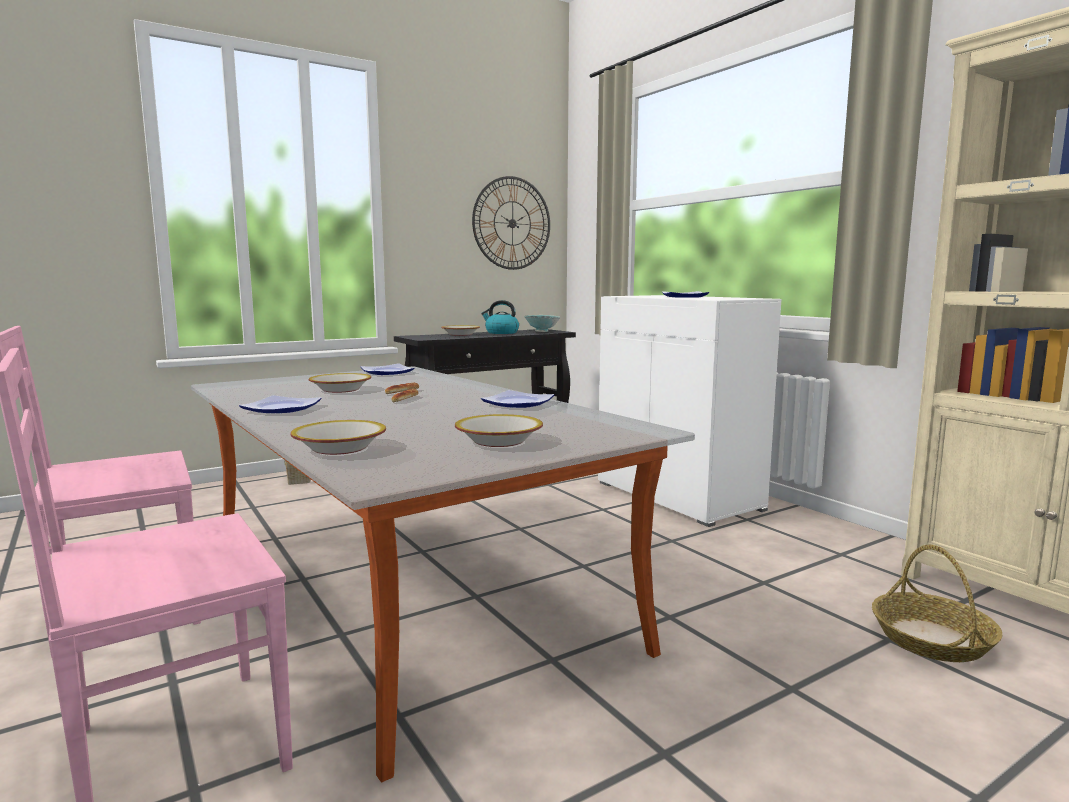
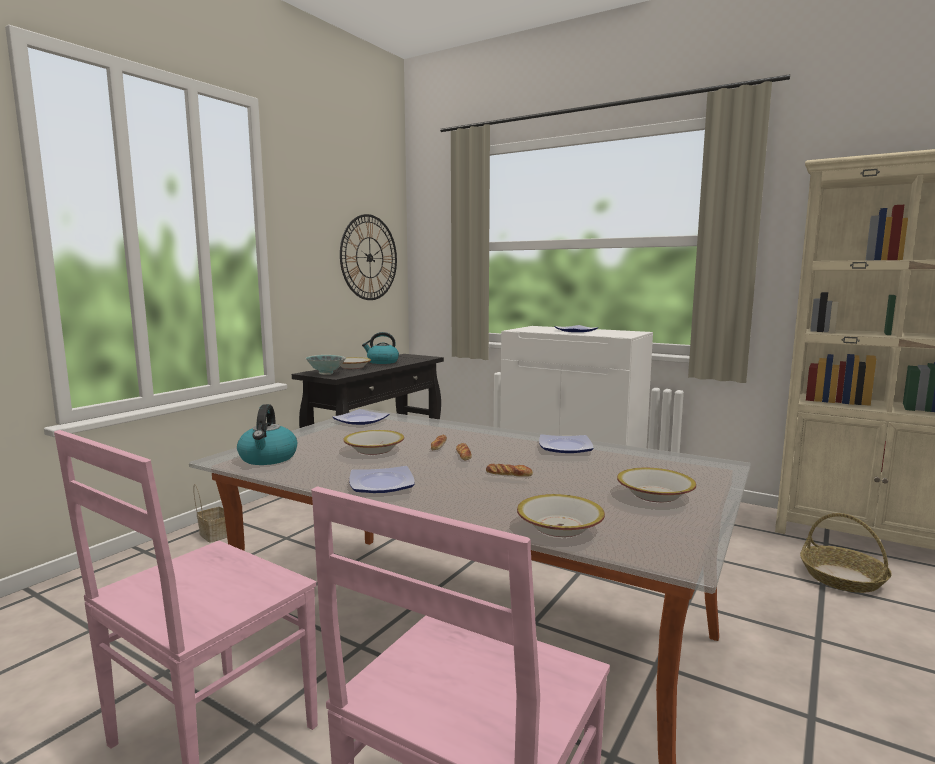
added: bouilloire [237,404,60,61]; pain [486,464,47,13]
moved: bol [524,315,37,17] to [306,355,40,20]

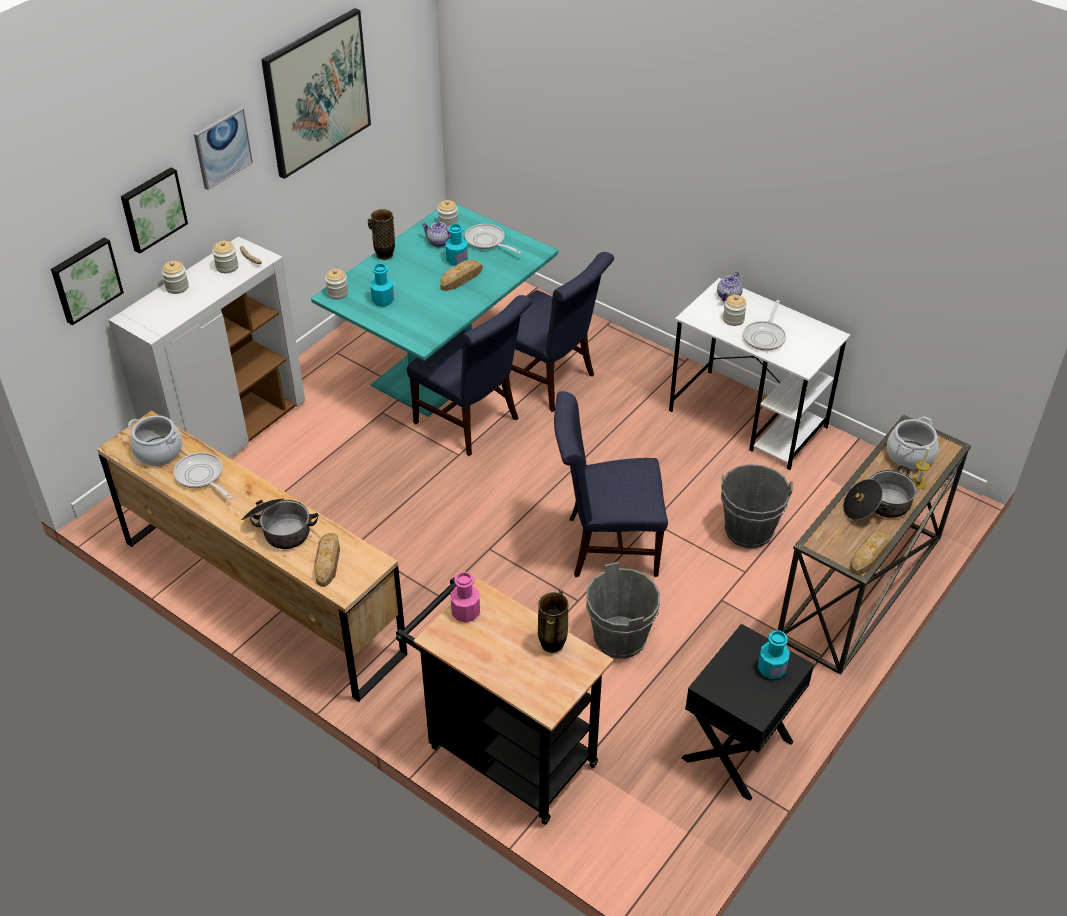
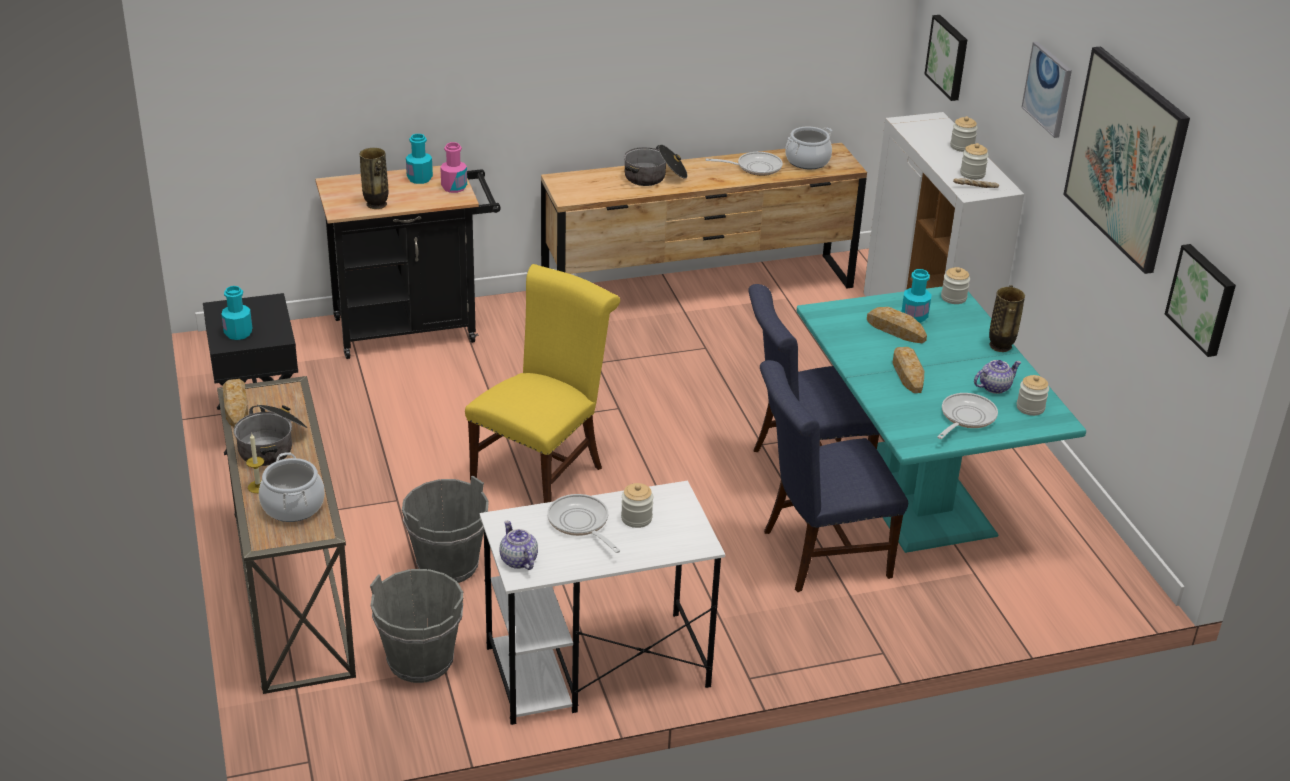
moved: seau (gris) [586,562,74,97] to [370,569,93,114]; bouteille (turquoise) [446,224,22,42] to [406,134,27,50]; théière [717,272,26,29] to [499,520,39,50]; pain [314,533,26,54] to [867,307,60,36]; tableau [121,167,67,87] to [1165,244,71,113]
recoloured: chaise (bleu) [554,391,114,186] to chaise (jaune) [465,264,155,239]
turned: poêle [465,224,57,30] = [938,393,60,46] 45 degrees counterclockwise

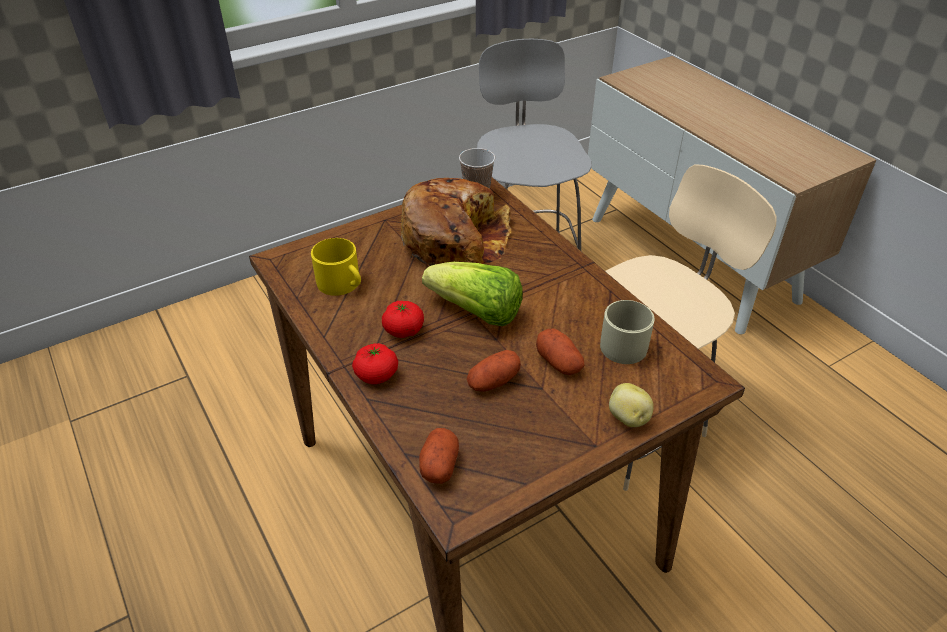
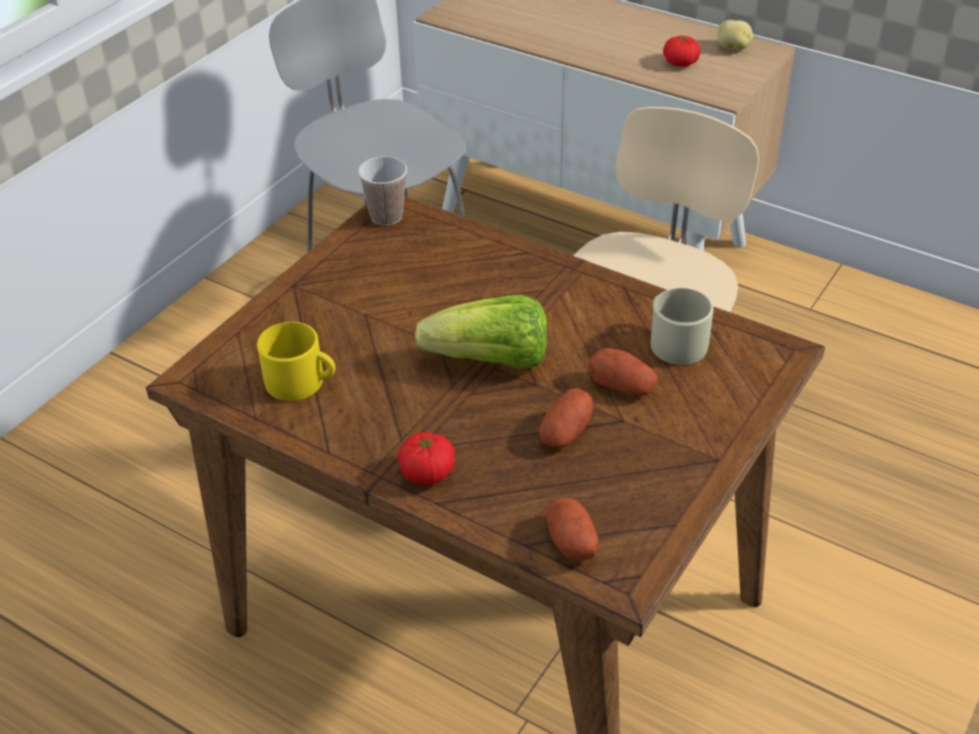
removed: pain [401,178,110,88]
moved: tomate [382,301,42,37] to [663,36,37,31]; pomme de terre [609,383,45,44] to [717,20,36,30]

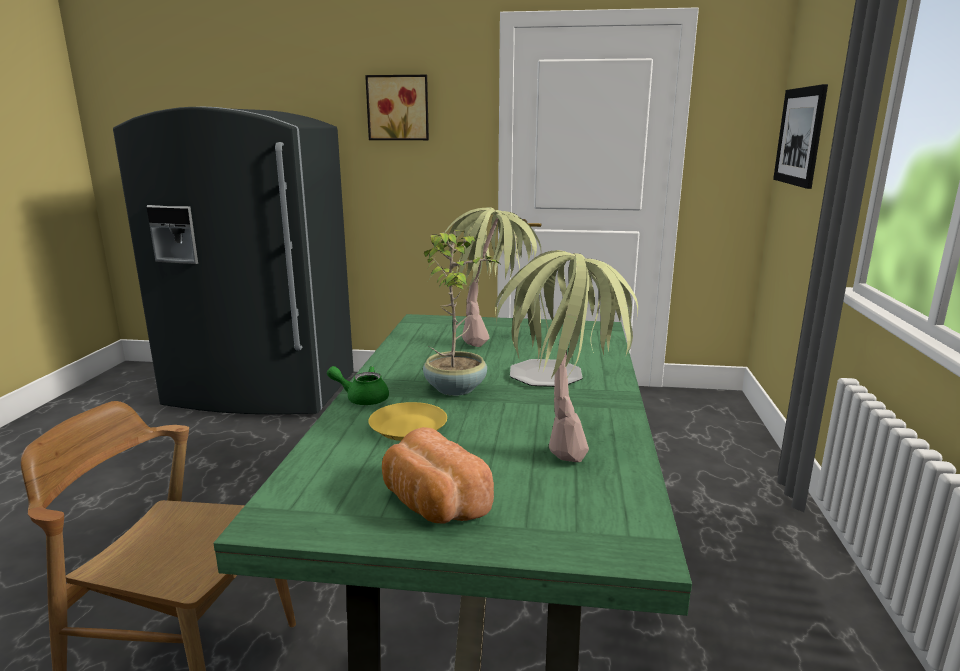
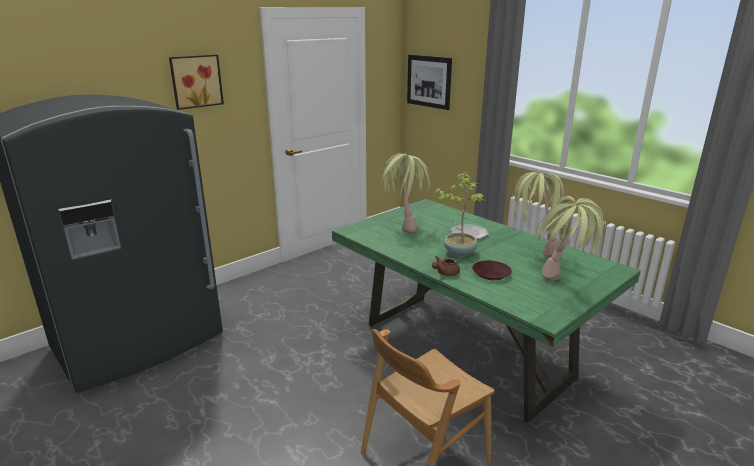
replaced: pain [382,427,112,97] to plante en pot [536,196,69,85]
recoloured: théière (vert) [327,366,62,39] to théière (marron) [432,256,28,20]; assiette (jaune) [368,402,79,39] to assiette (marron) [472,260,40,20]

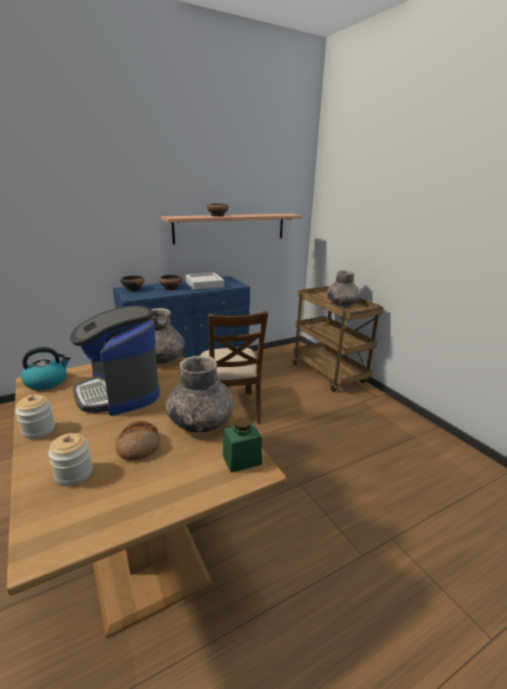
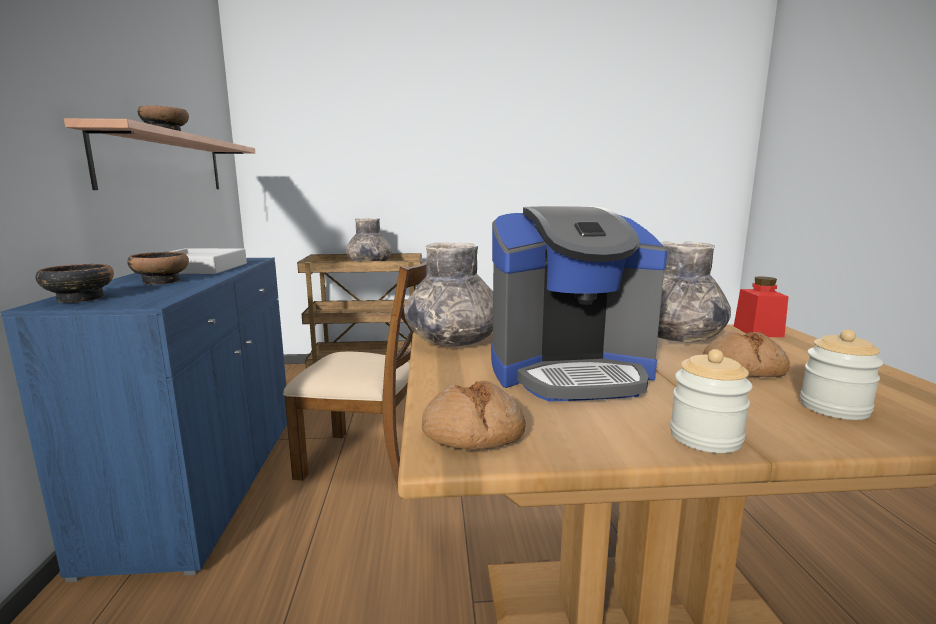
replaced: bouilloire [21,347,50,43] to pain [422,381,104,69]
recoloured: bocal (vert) [223,417,39,56] to bocal (rouge) [734,276,54,61]

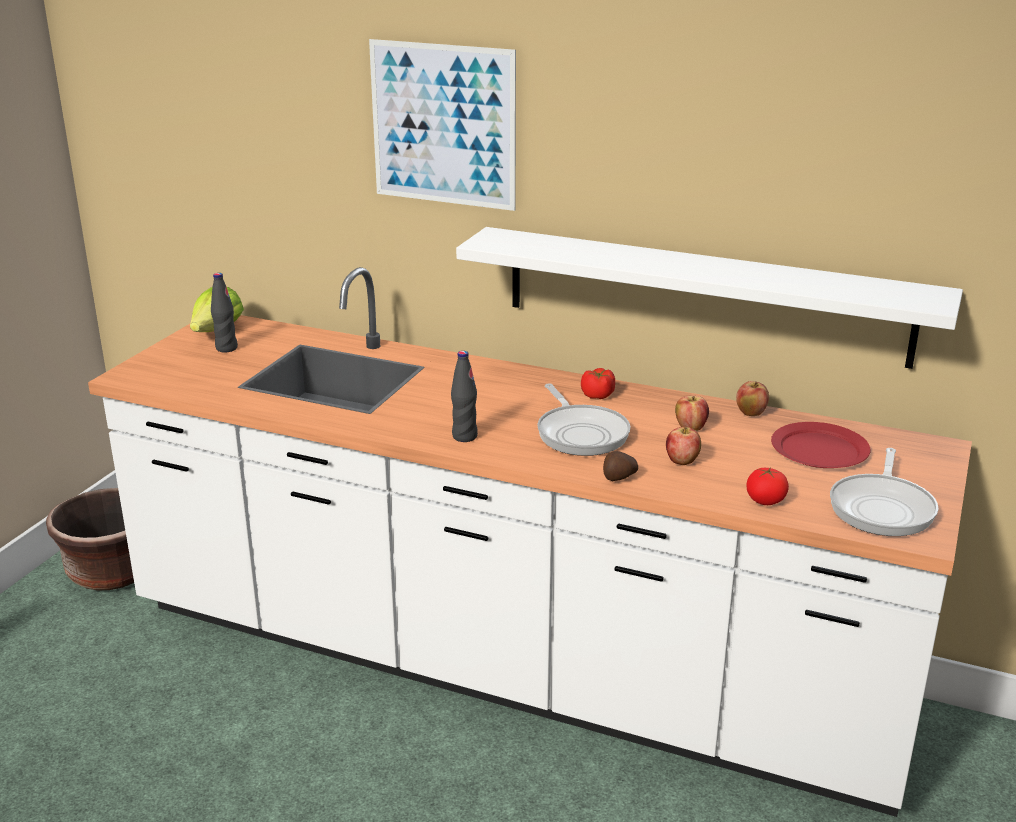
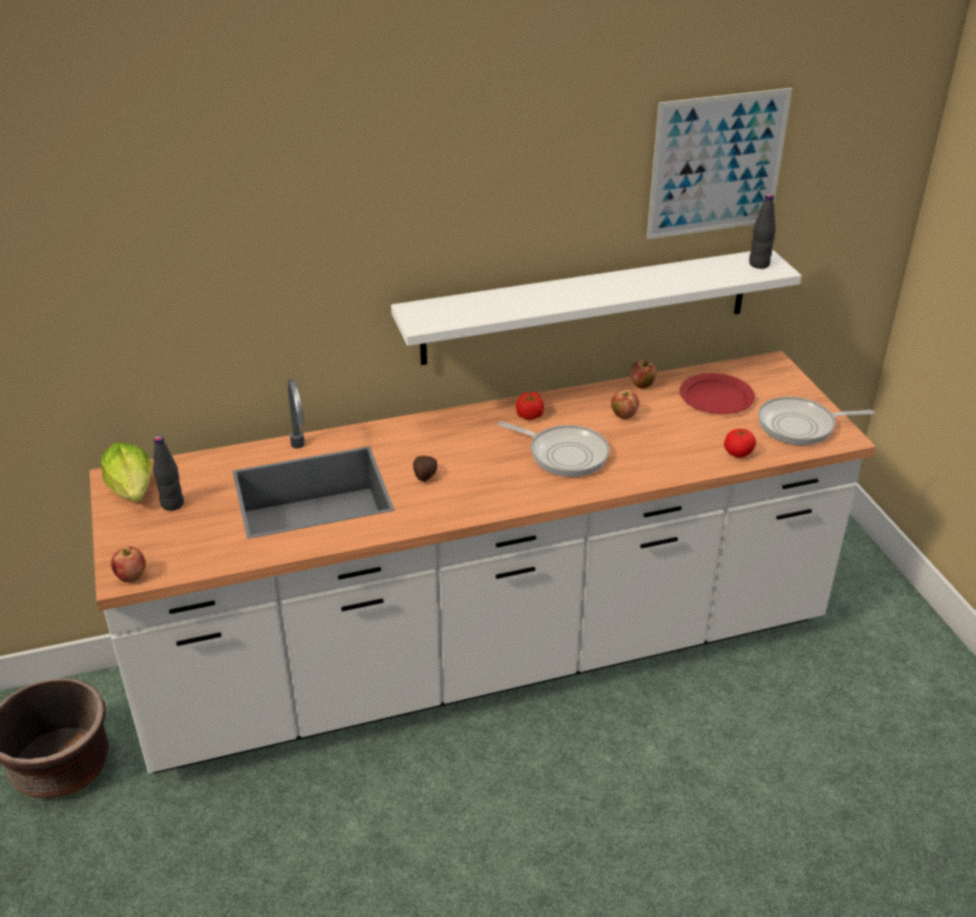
moved: pomme [666,427,35,38] to [111,546,35,36]; pomme de terre [603,451,35,31] to [413,456,24,25]; tableau [369,39,147,172] to [647,88,145,151]; bouteille (noir) [451,351,27,91] to [749,194,27,75]
turned: poêle [830,448,108,88] = [758,397,116,48] 105 degrees clockwise

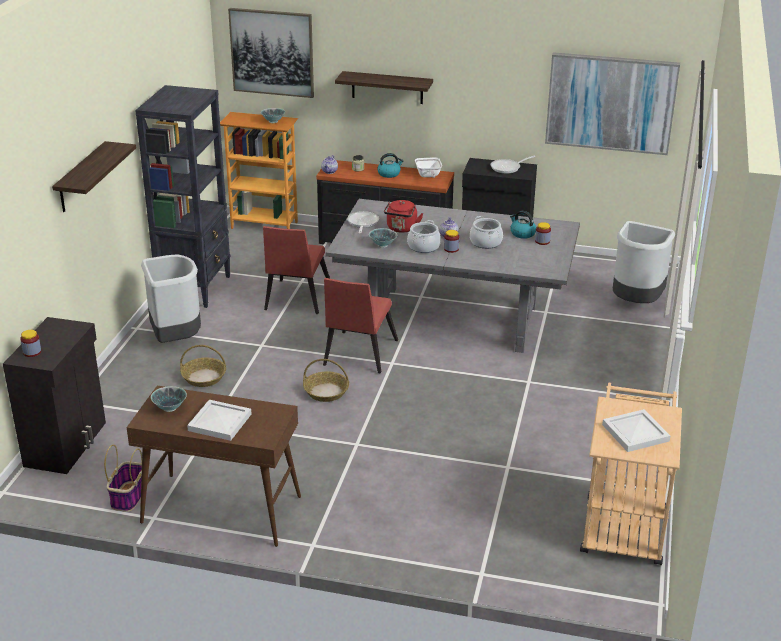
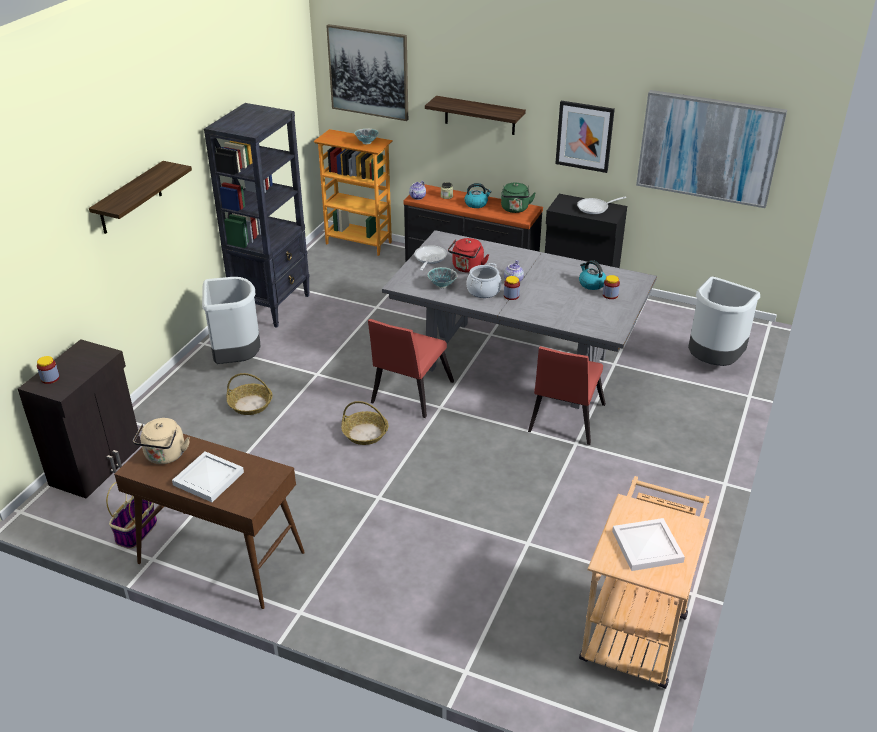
removed: marmite [470,216,33,33]
added: tableau [555,101,60,72]
moved: chaise (rouge) [263,226,67,88] to [528,346,78,99]
replaced: bol [151,386,36,26] to bouilloire (beige) [133,418,57,46]; poêle [415,157,27,21] to bouilloire (vert) [501,183,35,30]

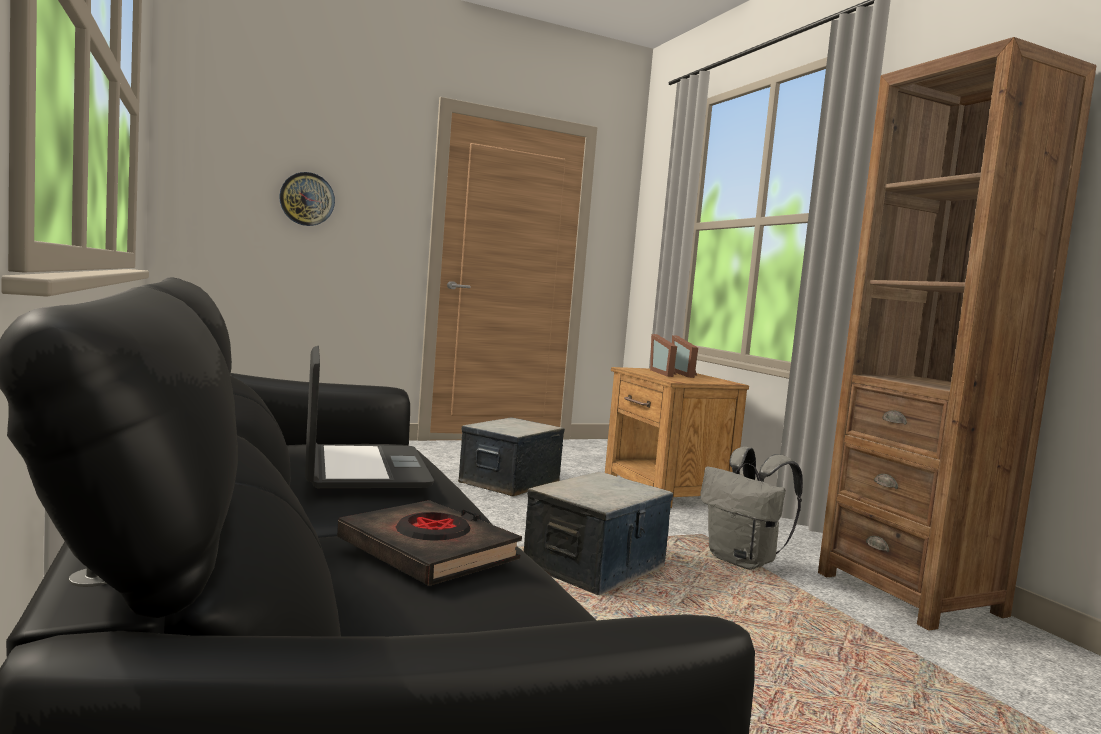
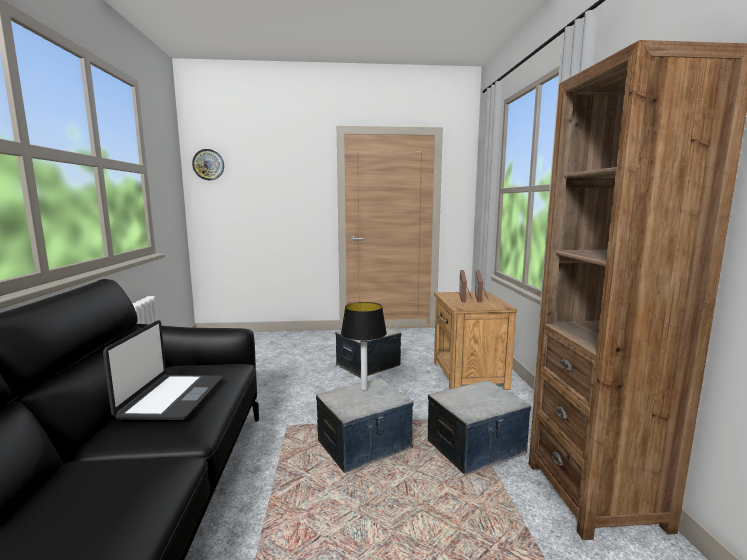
removed: livre (noir) [337,500,185,86]
added: lampe de table [341,302,46,89]
moved: horloge murale [279,172,56,54] to [192,149,32,31]
replaced: sac à dos (gris) [700,447,103,123] to boîte de rangement [428,380,103,95]

